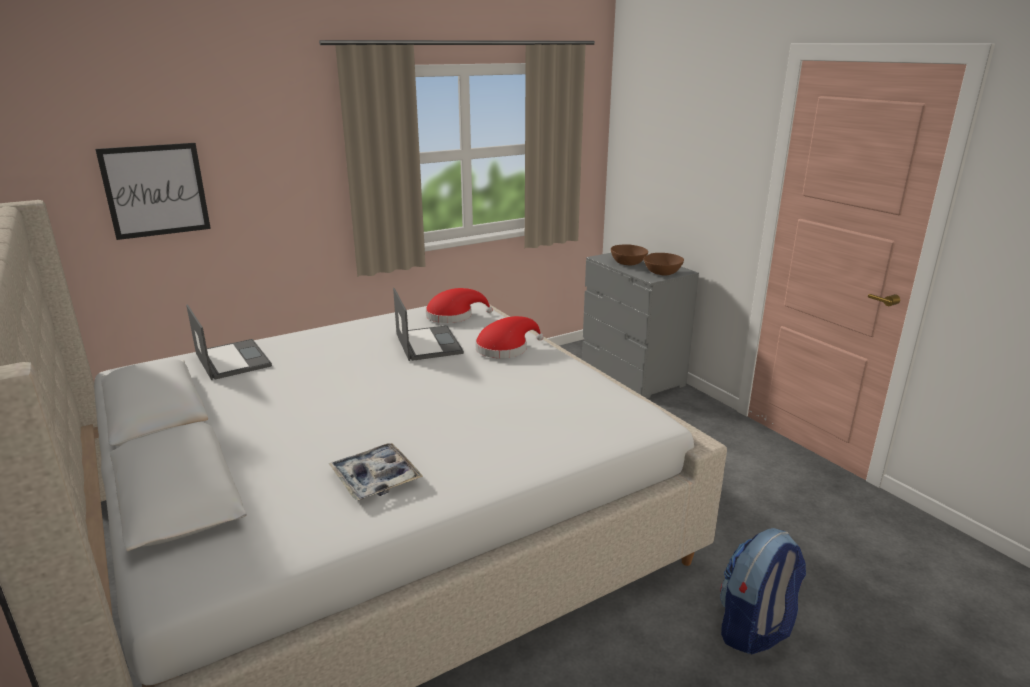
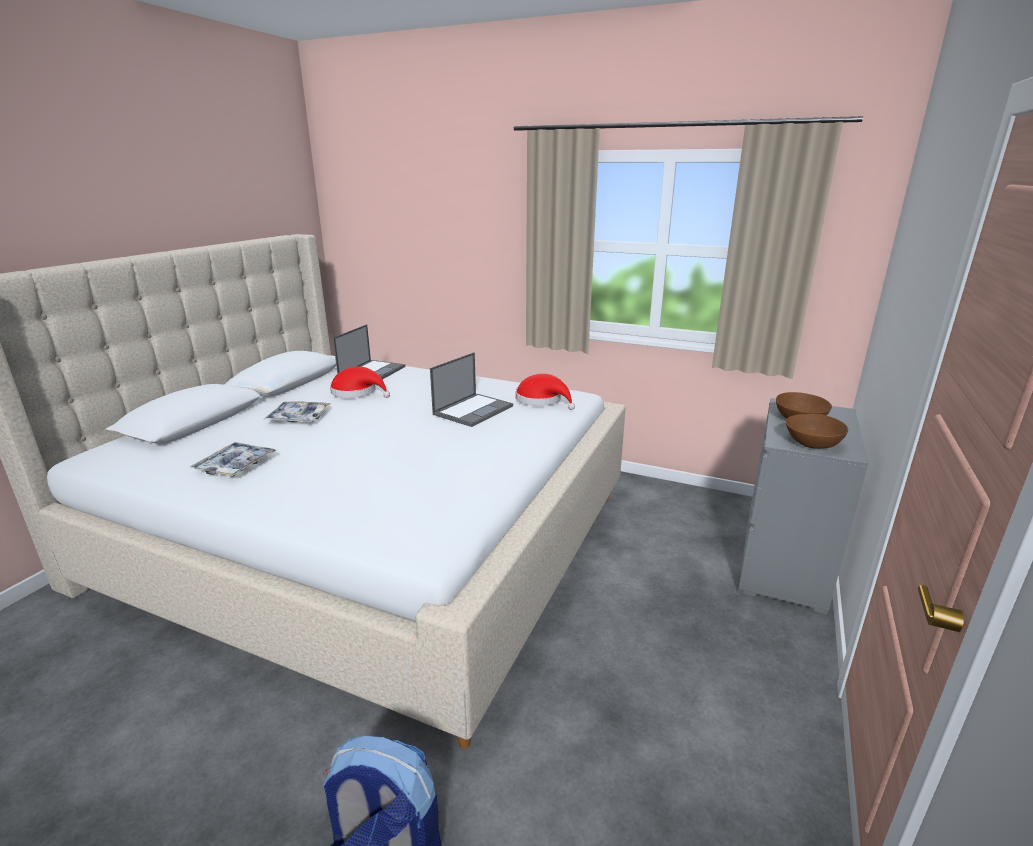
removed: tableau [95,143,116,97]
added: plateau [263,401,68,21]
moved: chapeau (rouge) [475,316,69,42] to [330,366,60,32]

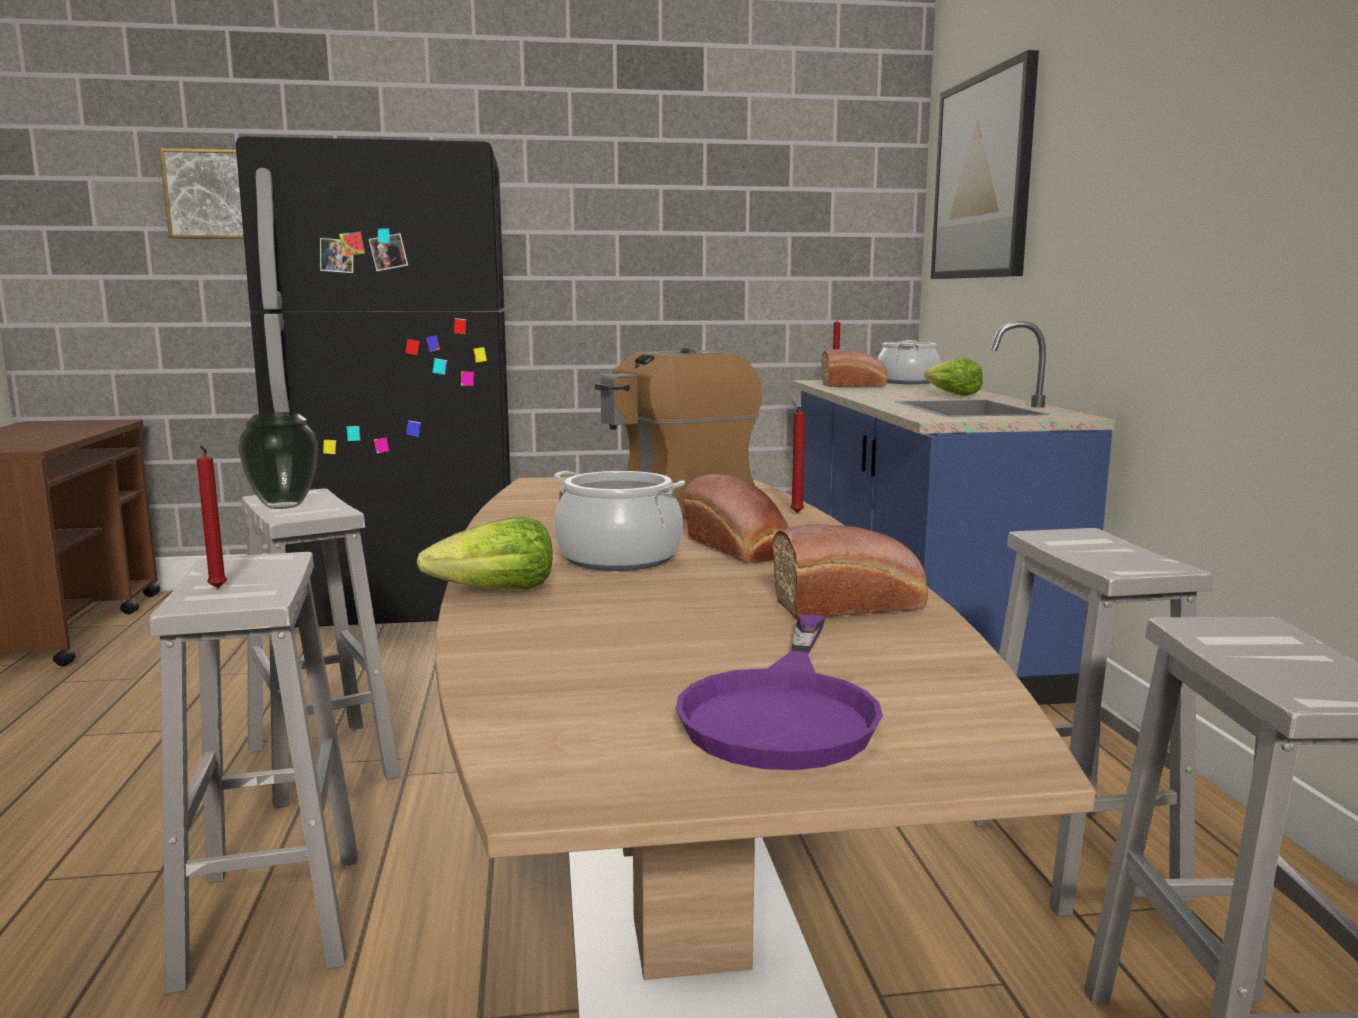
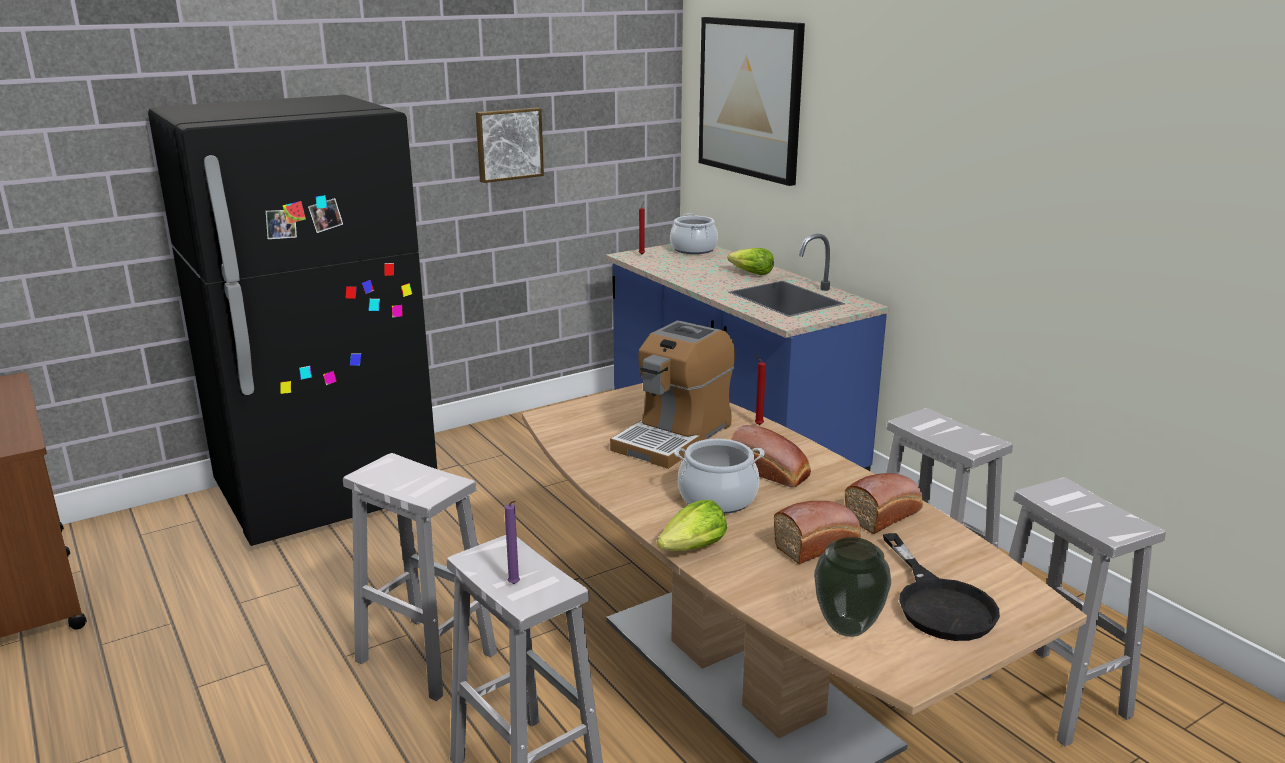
moved: tableau [159,148,85,91] to [476,107,68,76]; pain [822,349,66,38] to [774,501,87,63]; vase [238,412,80,97] to [814,537,77,100]
recoloured: bougie (rouge) [197,445,30,143] to bougie (violet) [505,501,15,83]; poêle (violet) [676,614,207,156] to poêle (noir) [883,533,117,108]

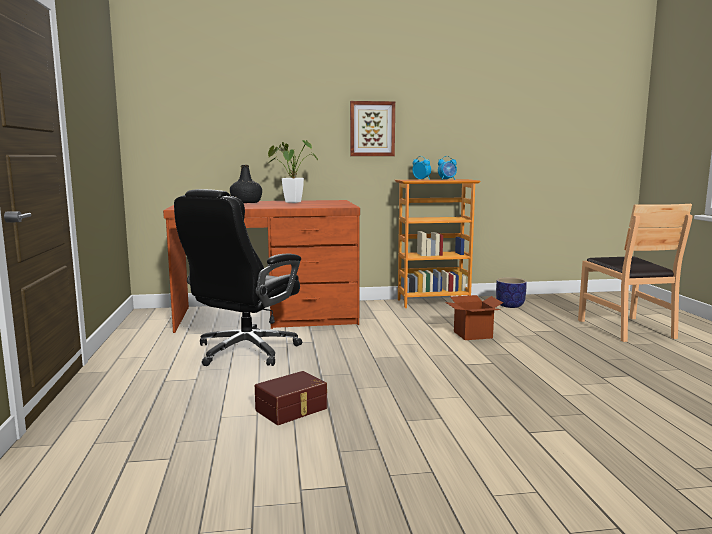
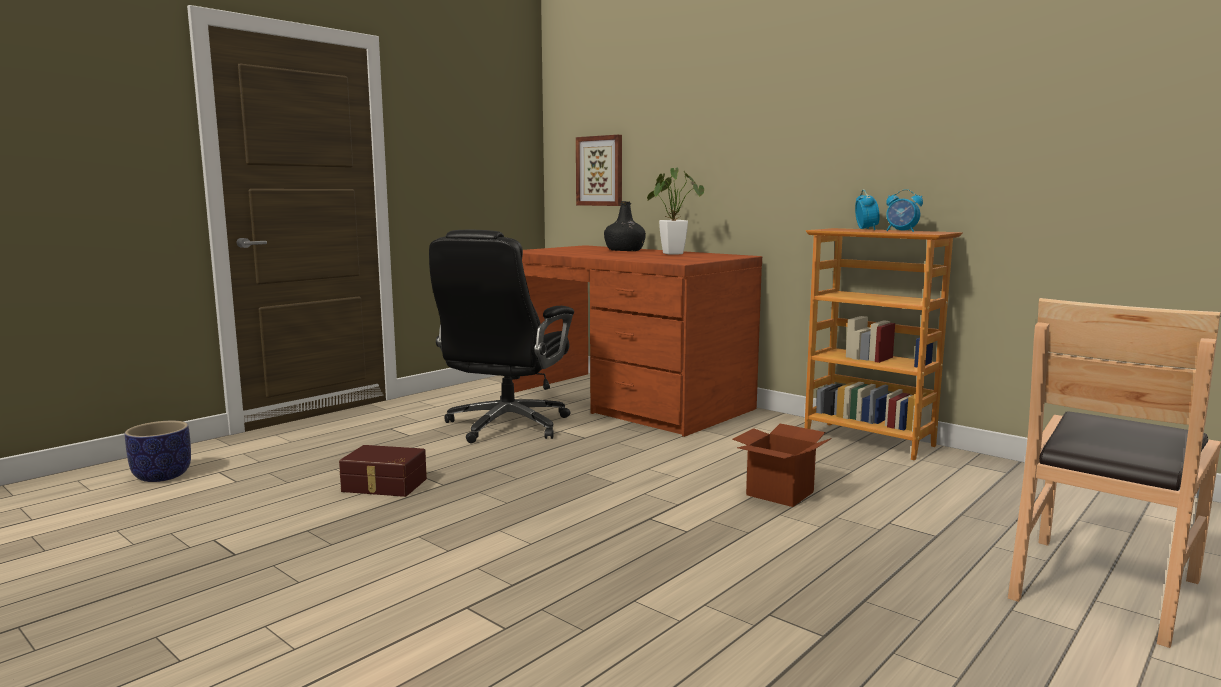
moved: cache-pot [496,277,31,31] to [125,421,66,61]; tableau [350,101,45,55] to [576,135,46,71]
turned: chaise de bureau (noir) [174,189,128,177] = [429,230,145,213] 60 degrees counterclockwise

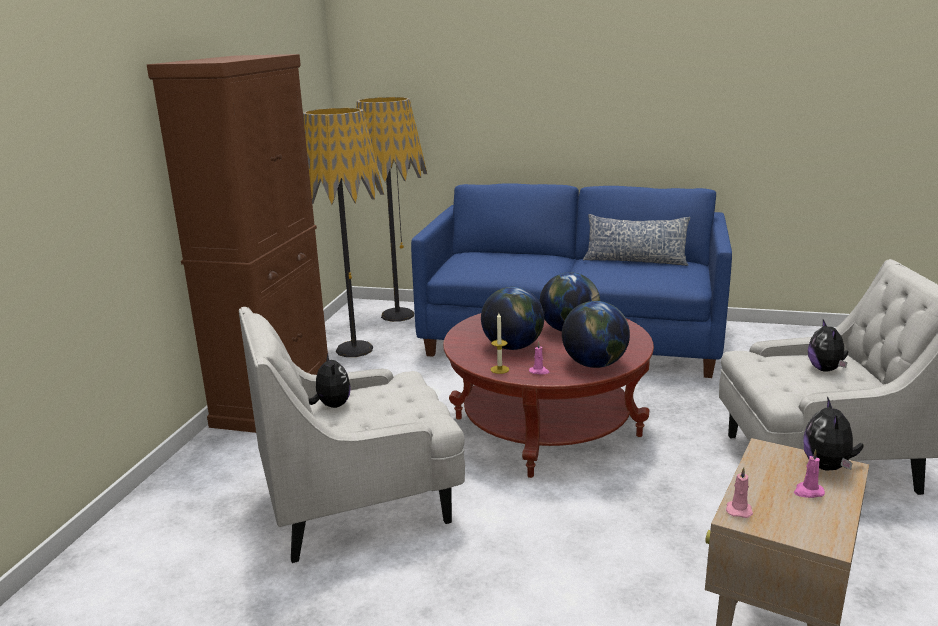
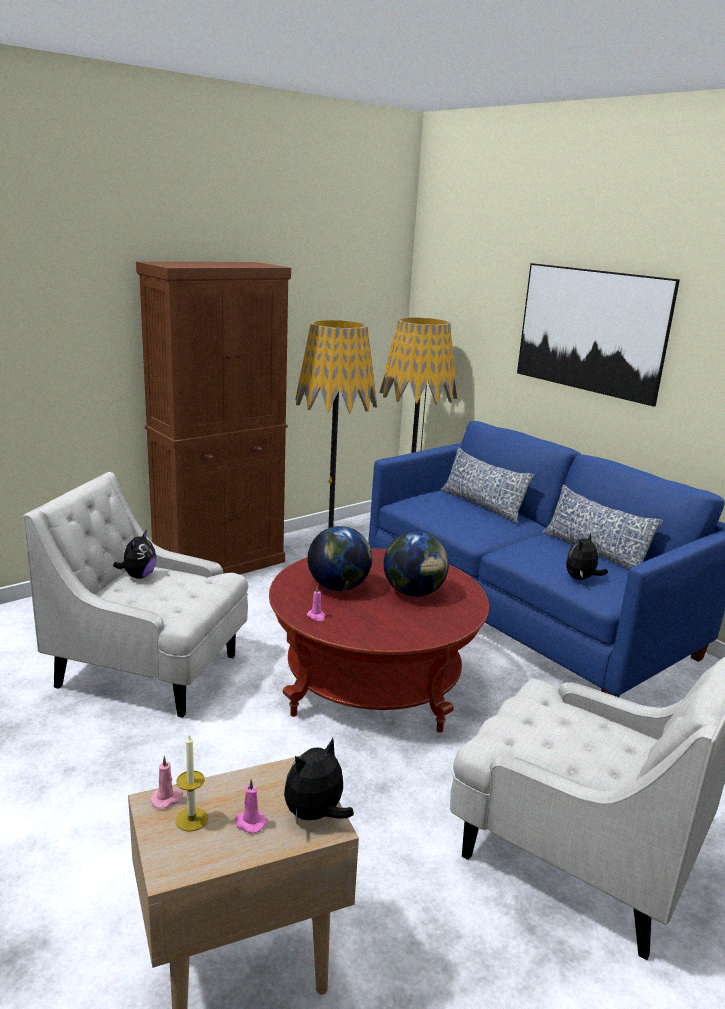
removed: globe [562,301,68,67]
added: coussin [441,447,94,77]; tableau [517,263,163,144]
moved: bougie [490,313,19,61] to [176,735,32,97]; peluche [808,319,40,53] to [566,532,42,48]

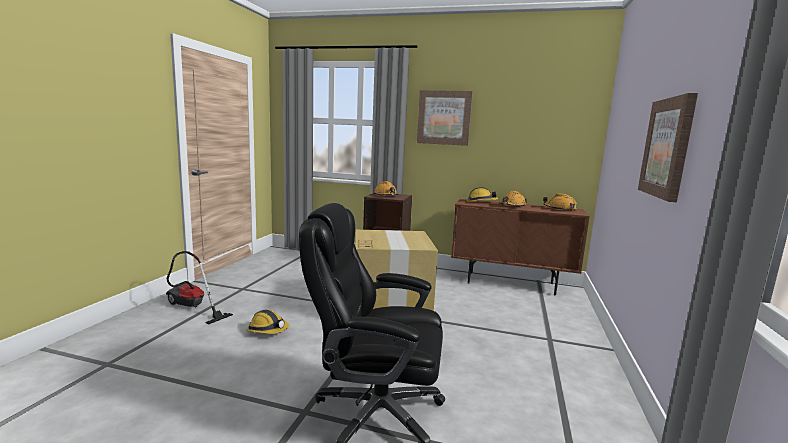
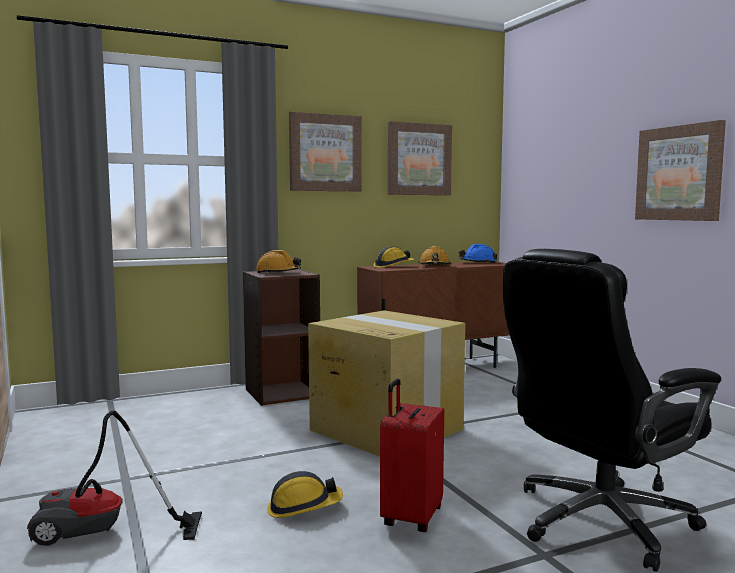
added: valise (rouge) [380,379,64,153]; tableau [388,121,64,74]
recoloured: casque de chantier (orange) [543,193,34,18] to casque de chantier (bleu) [459,244,38,19]

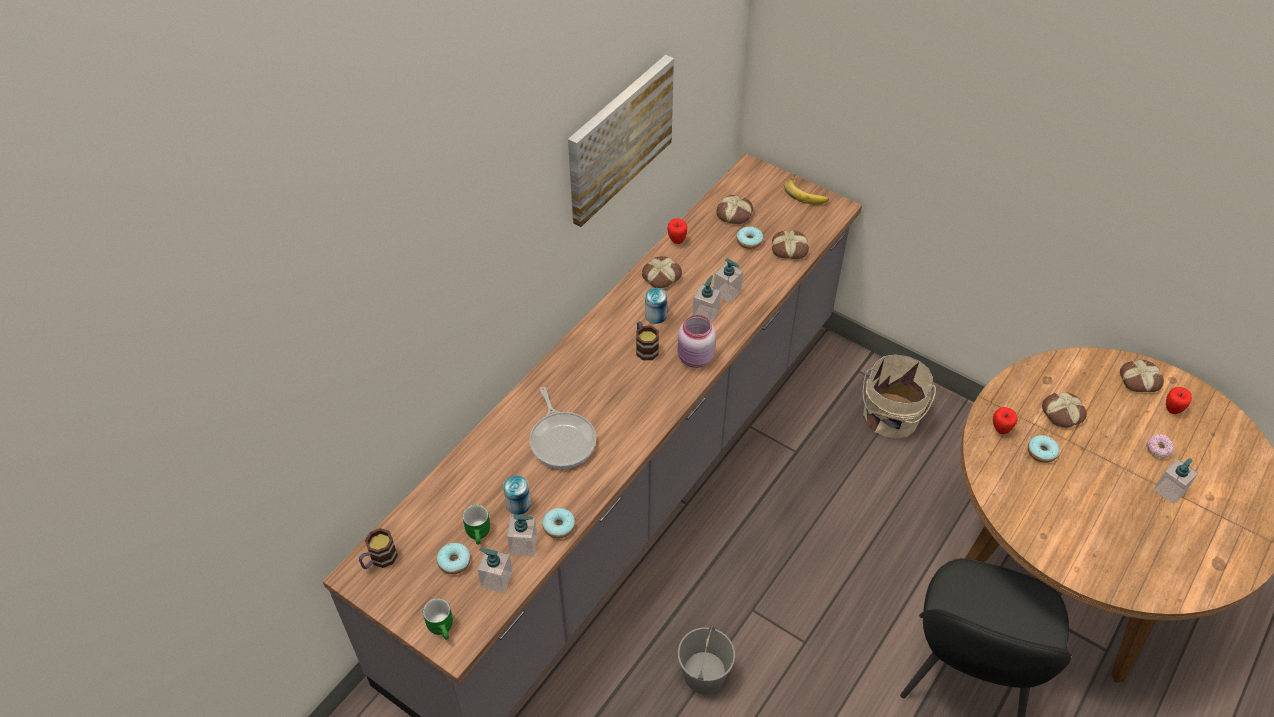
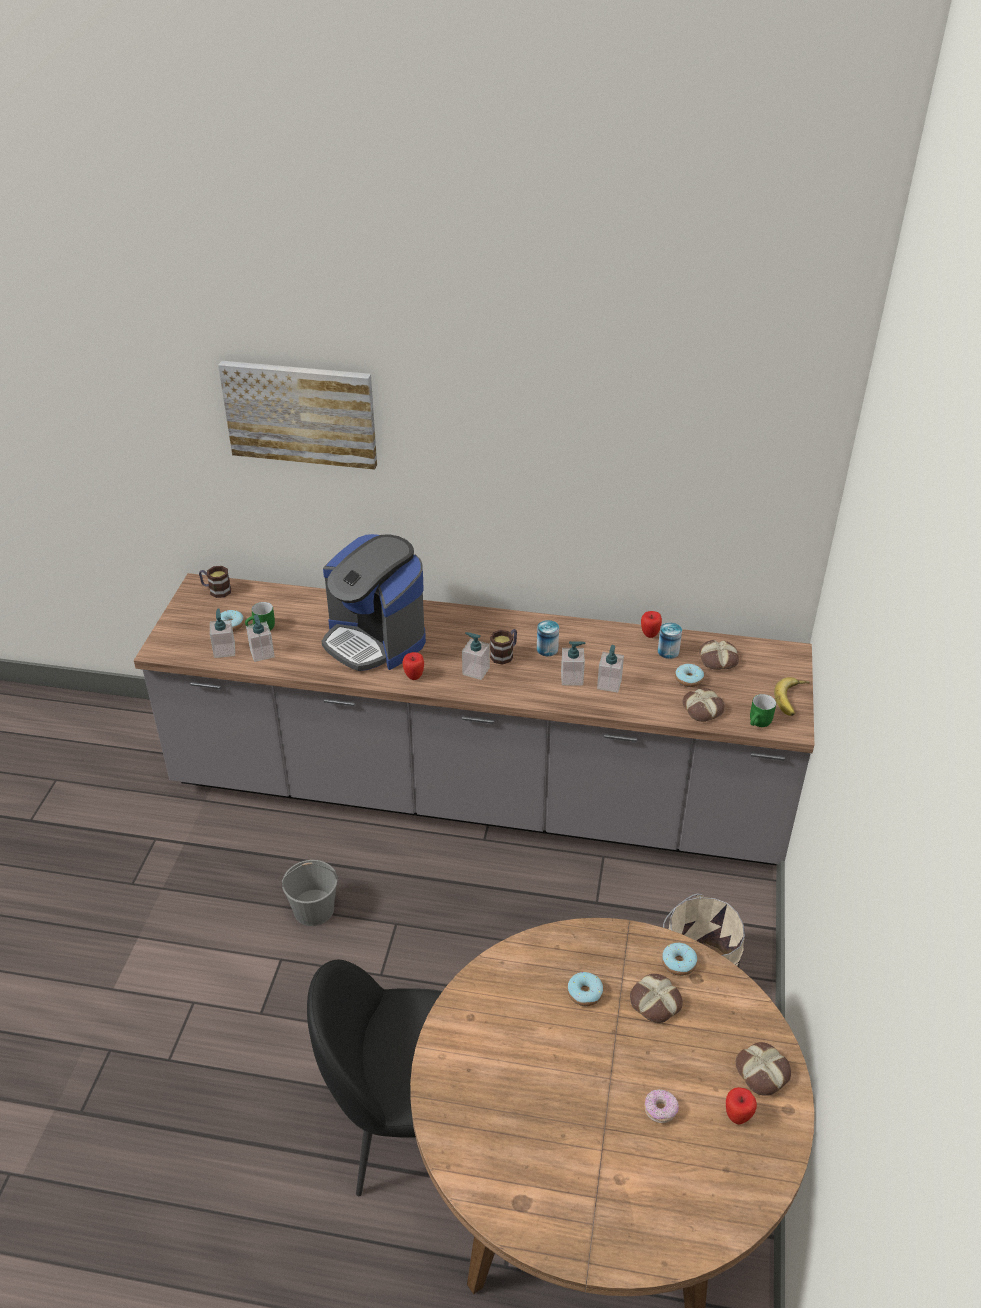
removed: pain [642,256,40,33]; bocal (rose) [677,315,39,53]
moved: tableau [568,55,106,172] to [218,361,159,109]; pomme [993,407,25,27] to [403,652,21,28]; distributeur de savon [1154,458,44,46] to [462,632,28,48]; boîte métallique [503,475,28,40] to [658,623,24,36]; beignet [542,508,33,31] to [662,943,35,33]; mug (vert) [423,598,30,42] to [750,694,26,33]
replaced: poêle [530,387,66,82] to machine à café [322,534,104,137]

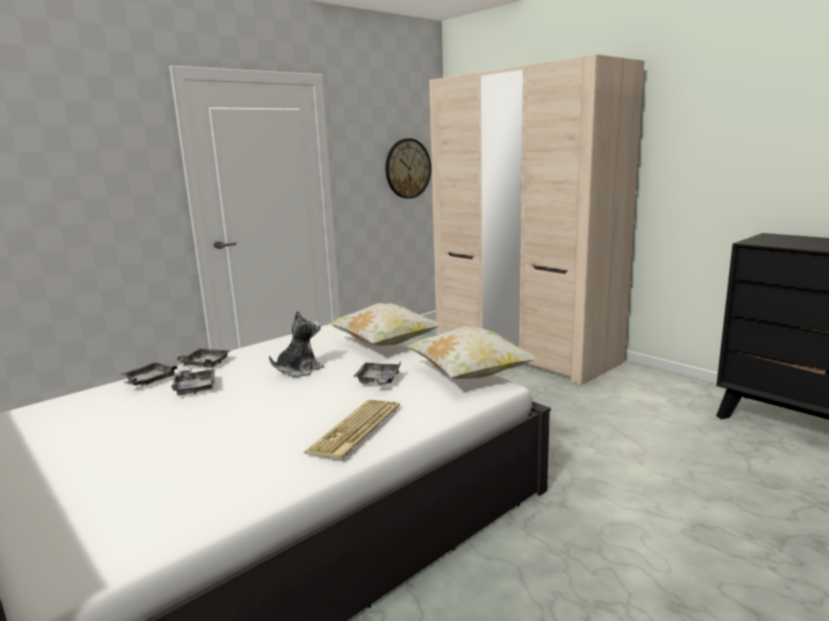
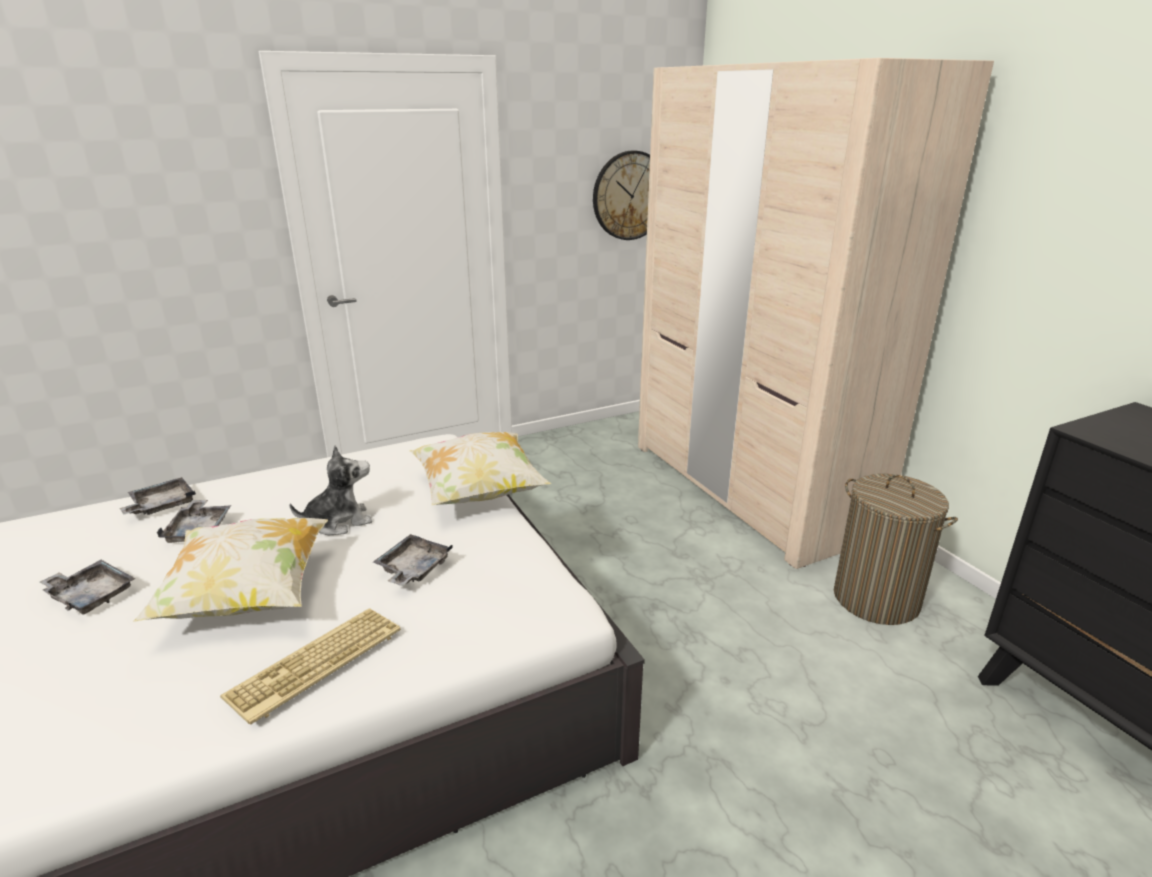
added: panier à linge [834,473,124,152]
moved: plateau (gris) [172,348,58,20] to [40,560,96,55]; coussin [407,326,131,53] to [133,518,195,104]

